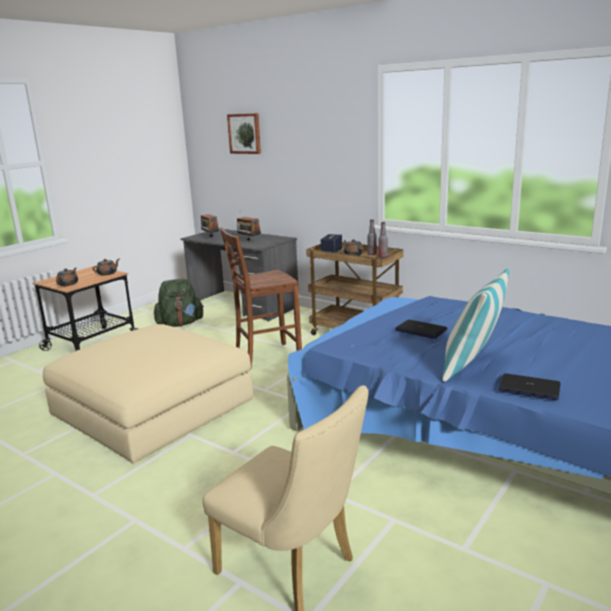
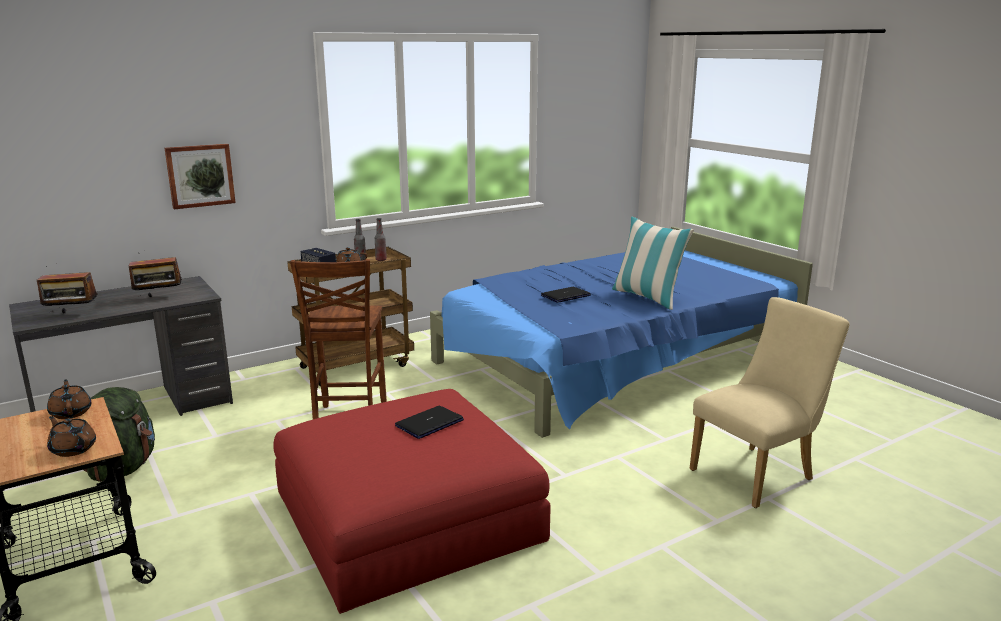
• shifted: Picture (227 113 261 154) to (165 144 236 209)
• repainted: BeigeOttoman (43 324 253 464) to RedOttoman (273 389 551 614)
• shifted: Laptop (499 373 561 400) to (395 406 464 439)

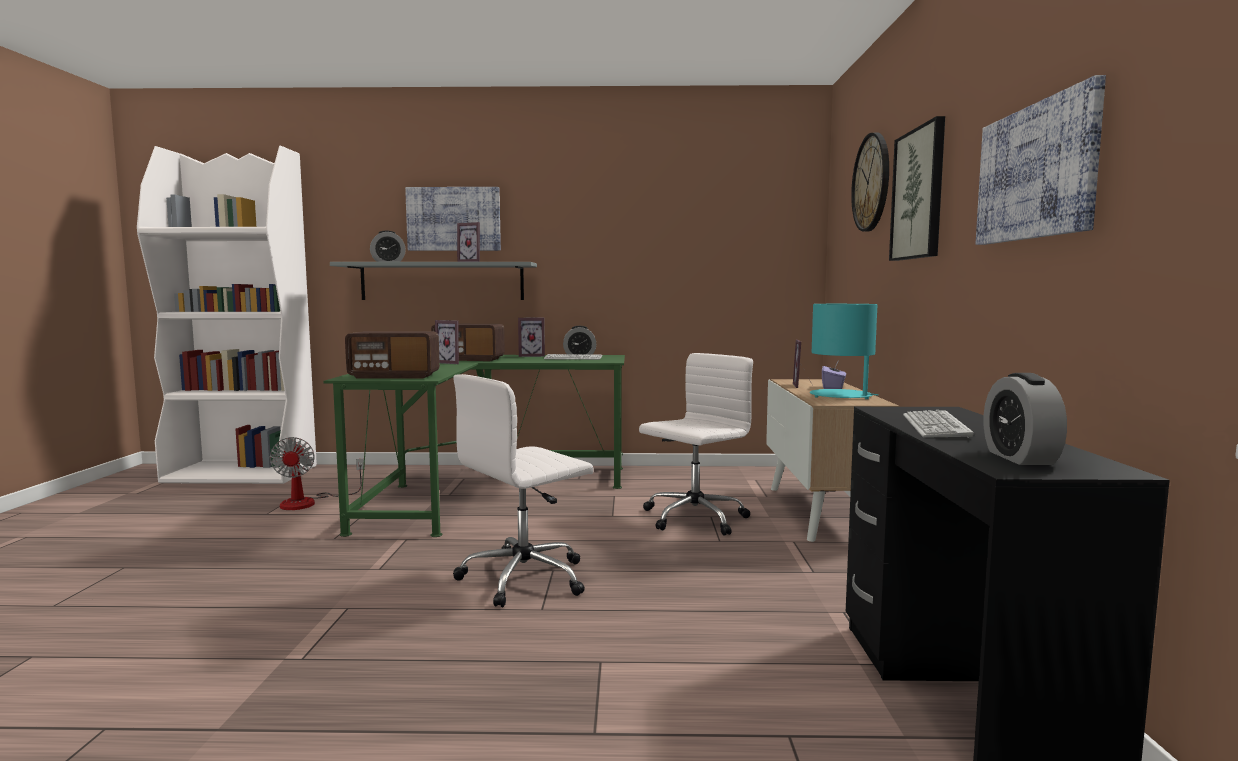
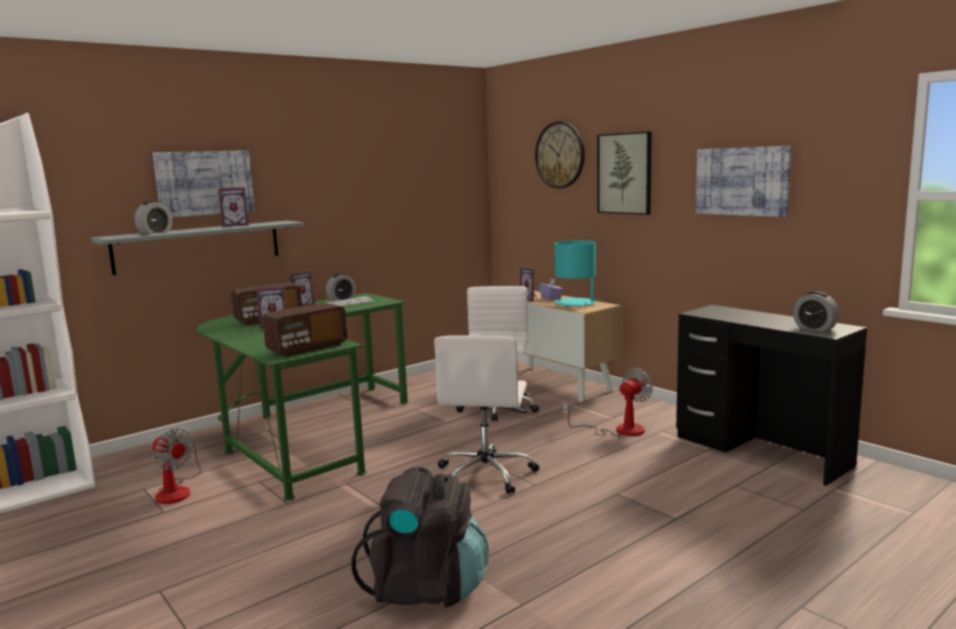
• new: BlackBackpack (351 467 489 607)
• new: Fan (562 368 653 436)
• gone: Keyboard (903 410 974 438)

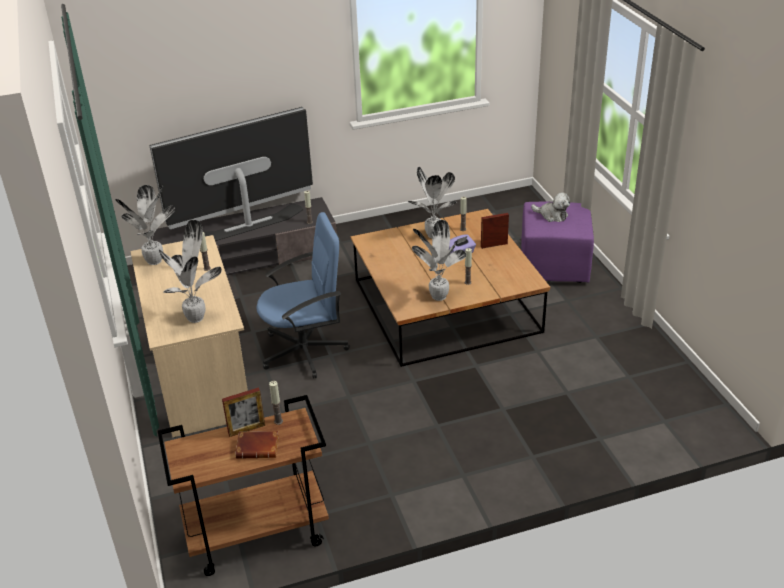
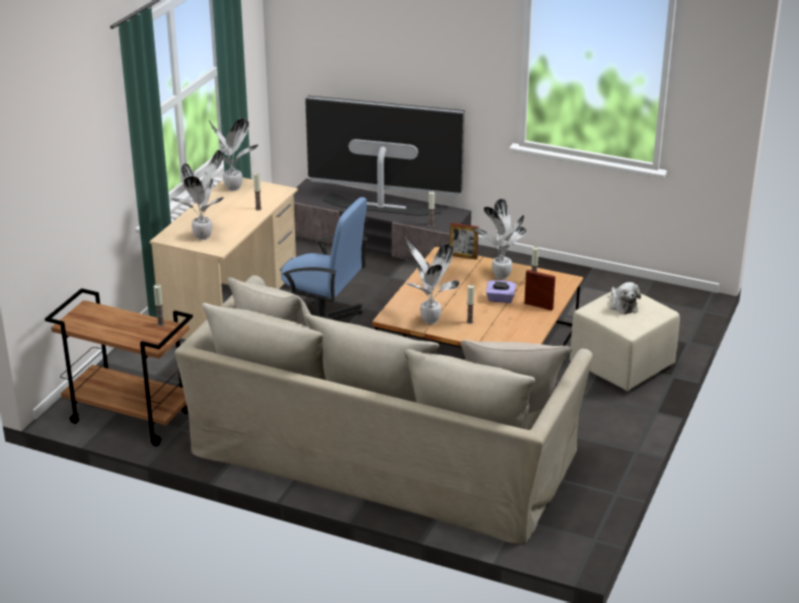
• new: BeigeSofa (175 275 593 544)
• shifted: PictureFrame (222 387 265 437) to (450 223 479 260)
• repainted: PurpleOttoman (521 202 594 283) to BeigeOttoman (570 288 680 392)
• gone: BrownBook (235 431 279 459)

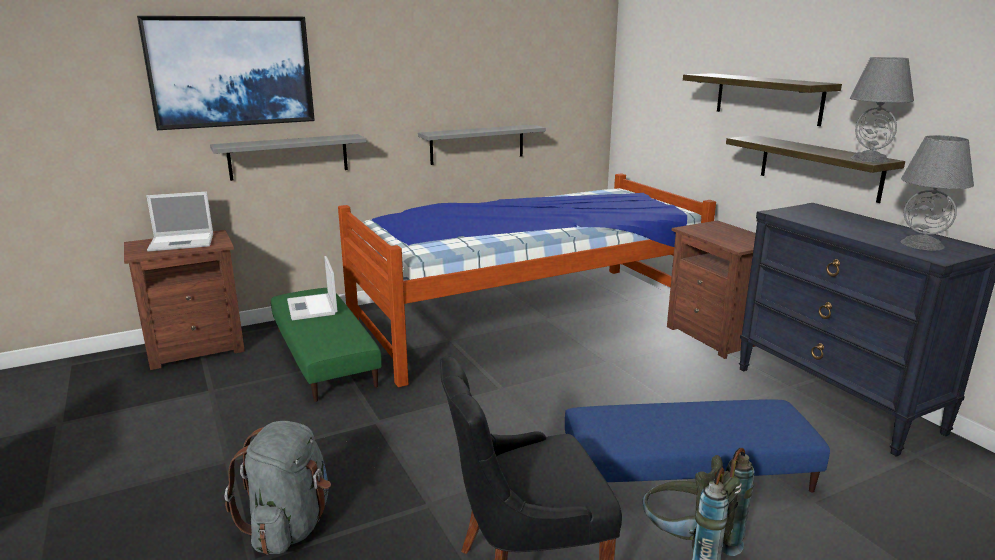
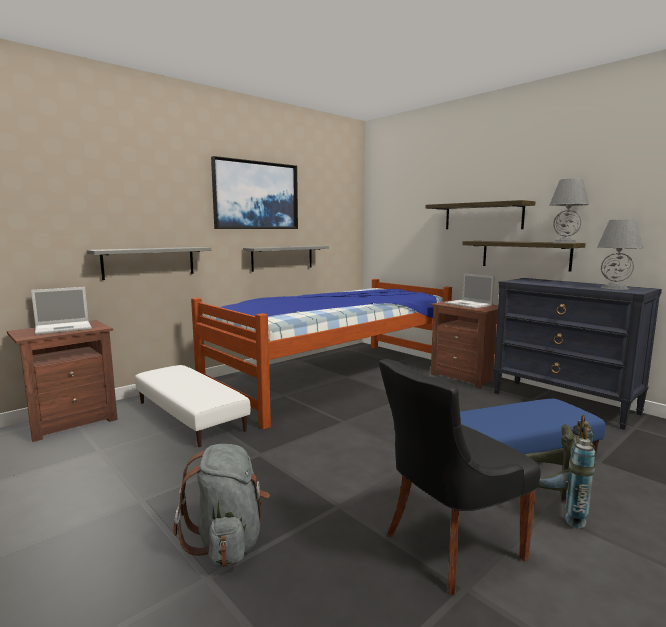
• repainted: GreenOttoman (271 288 382 402) to WhiteOttoman (135 365 250 447)
• shifted: Picture (137 16 315 130) to (211 156 298 229)
• shifted: Laptop (287 256 338 320) to (445 273 495 309)

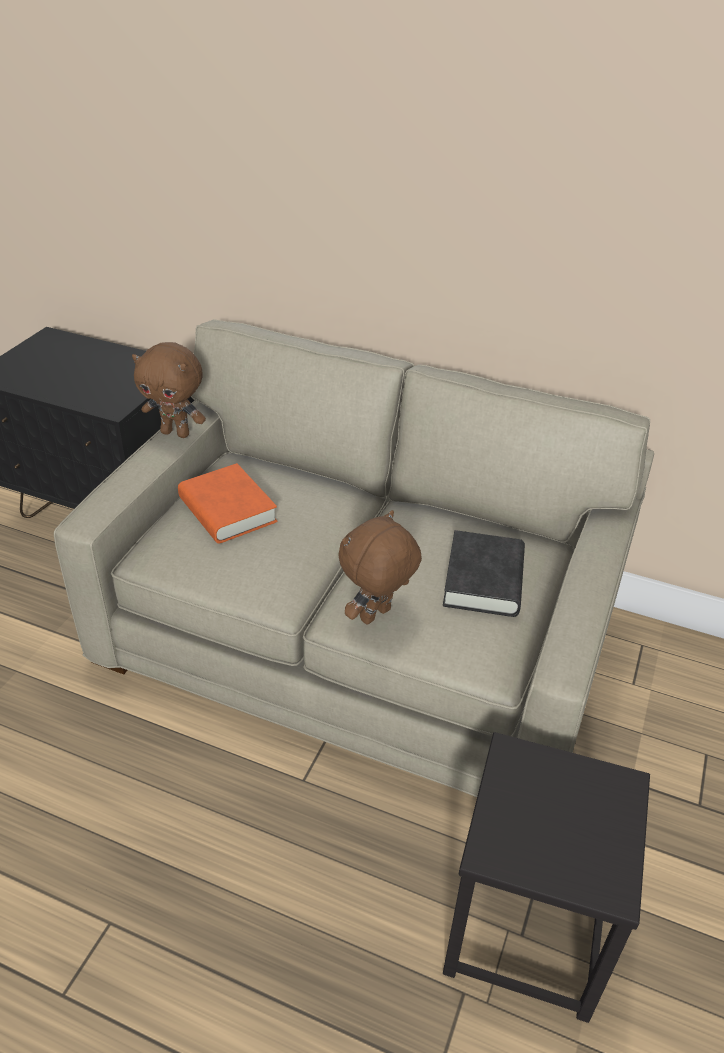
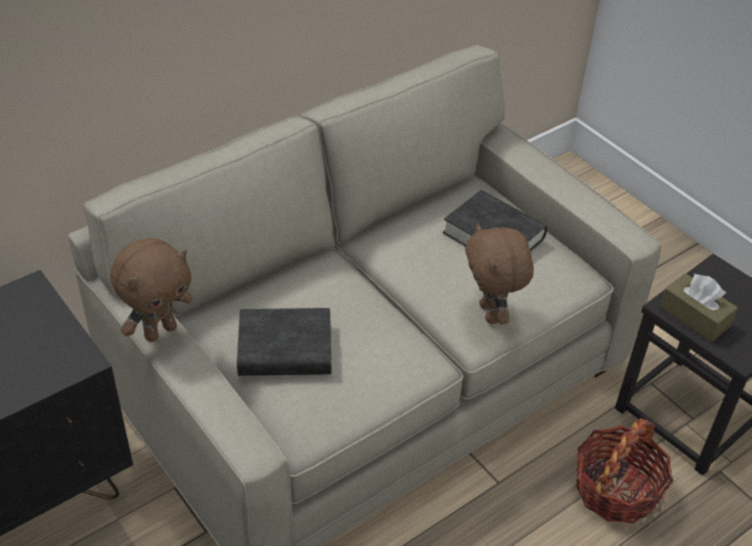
• repainted: OrangeBook (178 463 278 543) to BlackBook (237 308 331 376)
• new: Basket (576 418 673 524)
• new: BrownTissueBox (660 273 738 342)

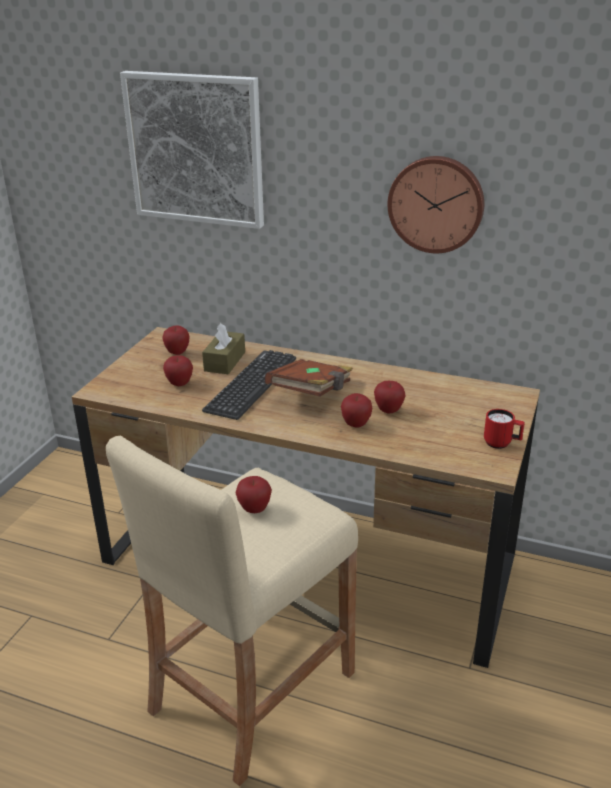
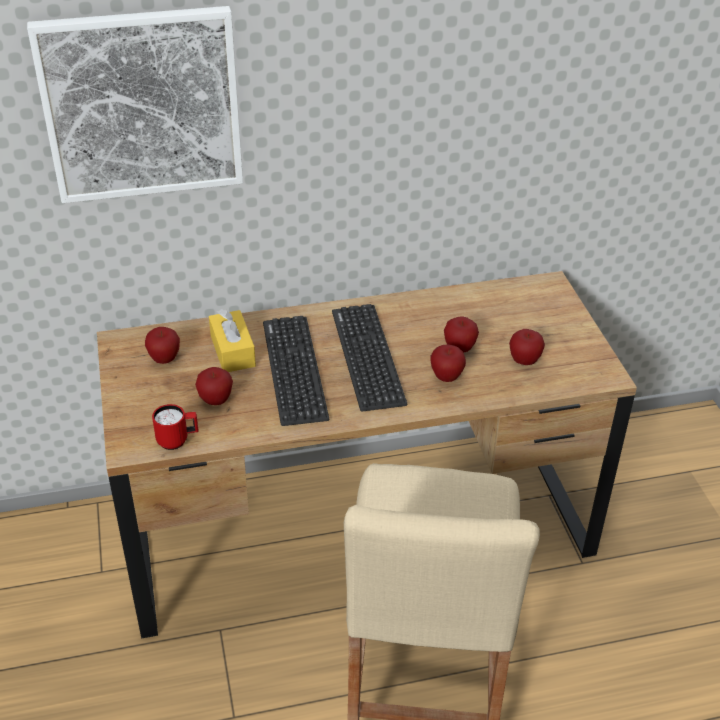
• shifted: RedMug (484 409 525 449) to (152 404 198 450)
• repainted: BrownTissueBox (202 323 245 374) to YellowTissueBox (209 309 256 372)
• swapped: BrownBook (265 359 353 397) to Keyboard (332 304 407 411)
• shifted: Apple (235 476 272 513) to (509 329 545 365)
• gone: WallClock (388 156 484 254)

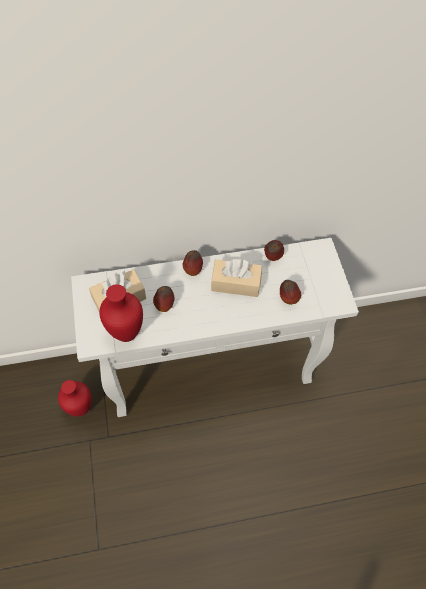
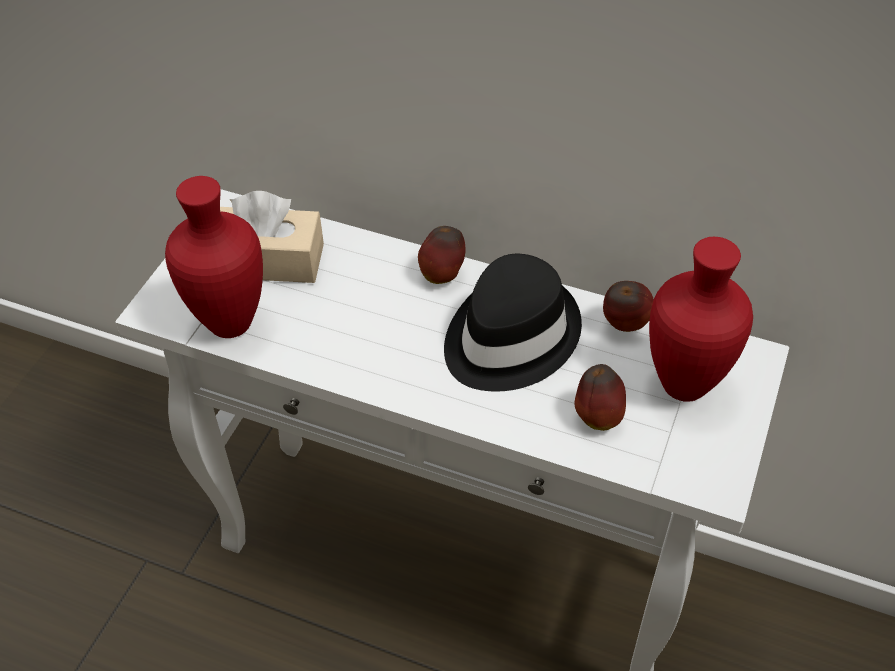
• swapped: BeigeTissueBox (211 259 262 297) to BlackHat (444 254 582 391)
• shifted: RedVase (58 380 92 417) to (649 237 753 402)
• gone: Apple (153 286 174 312)

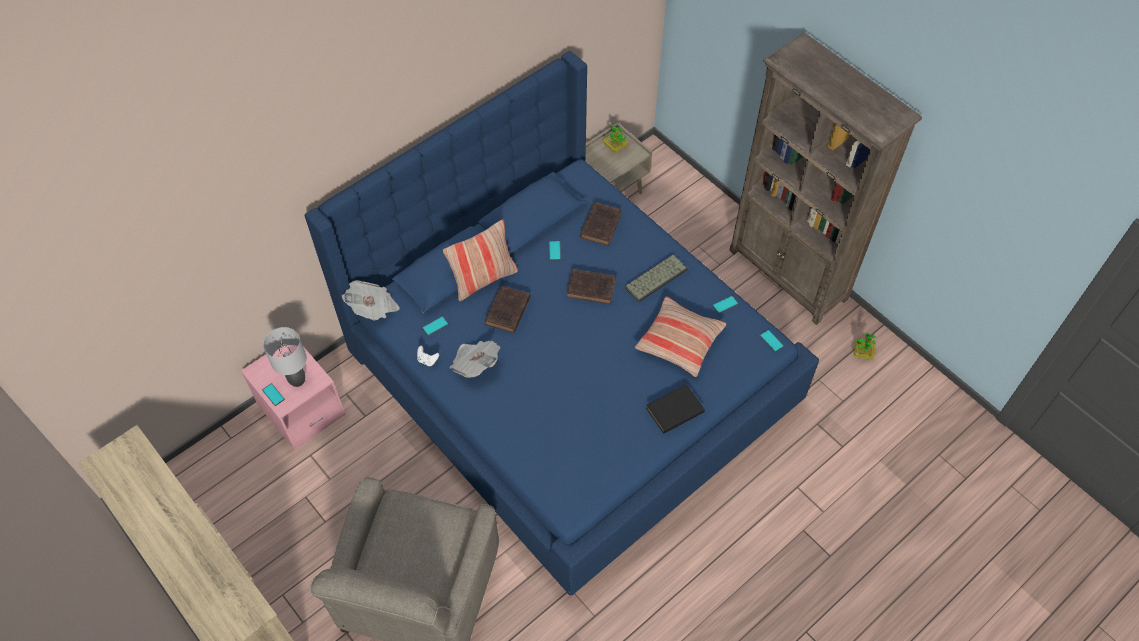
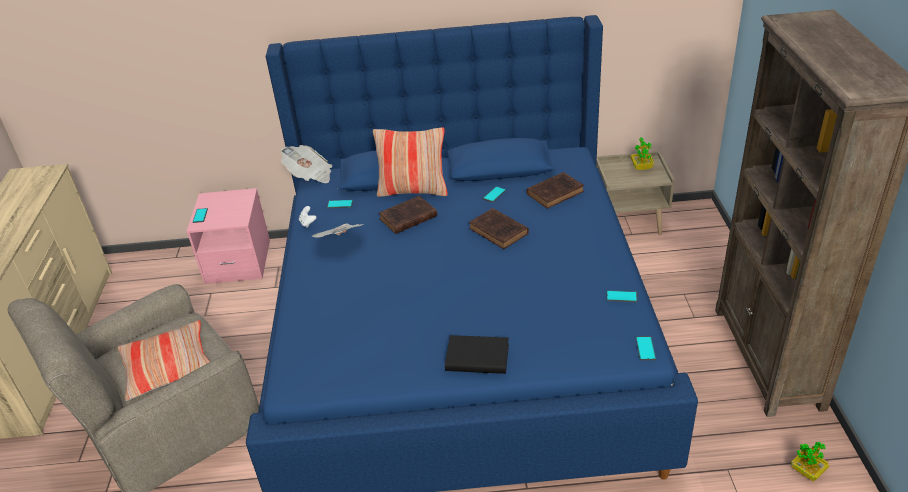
• shifted: Pillow (635 296 726 377) to (117 320 210 401)
• gone: GreyTableLamp (263 327 307 387)
• gone: Keyboard (624 254 688 302)

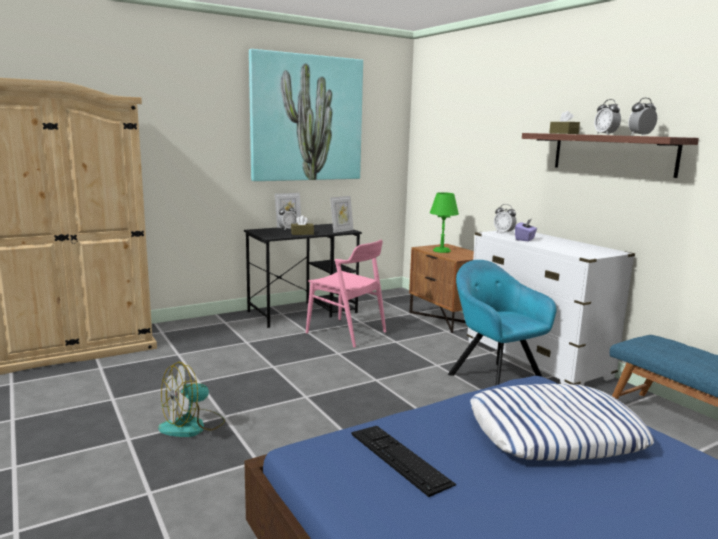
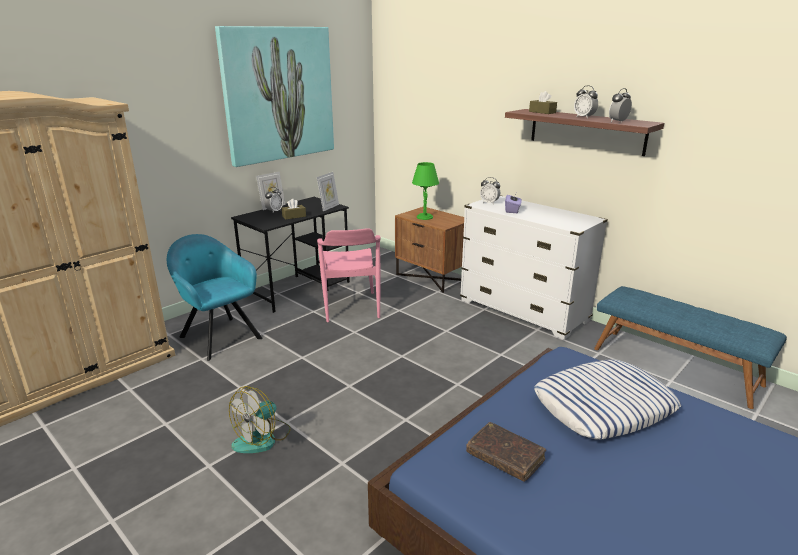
• shifted: TurquoiseArmchair (448 260 557 386) to (167 234 263 361)
• rotated: PinkChair (306 240 386 348) = (317 228 381 322) 60 degrees clockwise
• swapped: Keyboard (351 426 456 497) to BrownBook (466 422 546 482)

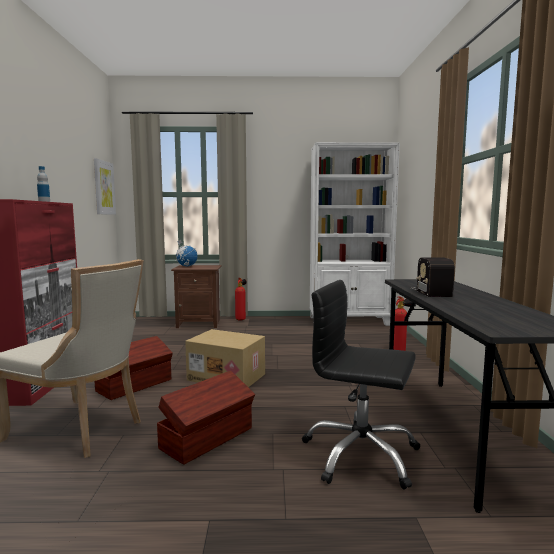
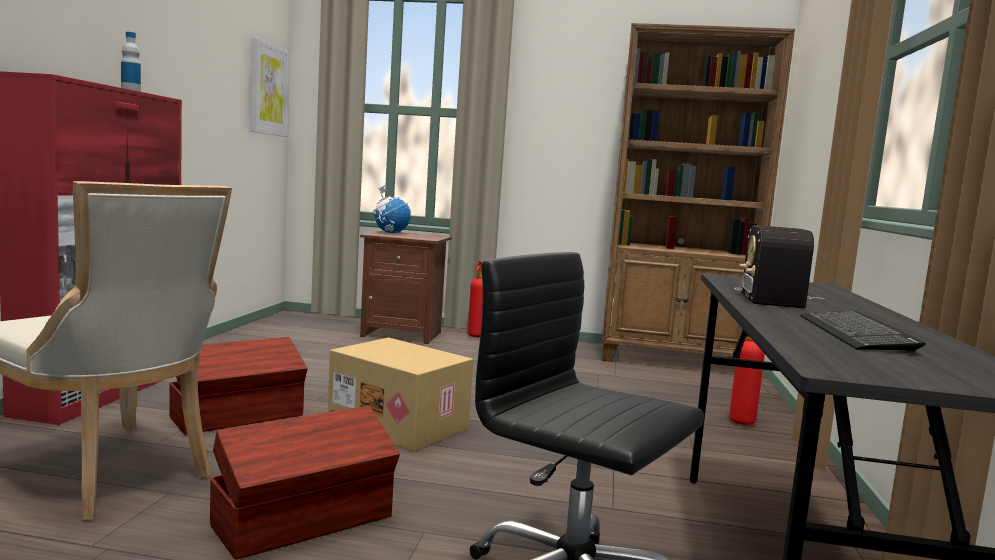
• repainted: WhiteBookcase (310 142 400 326) to BrownBookcase (602 23 795 362)
• new: Keyboard (801 311 926 354)

